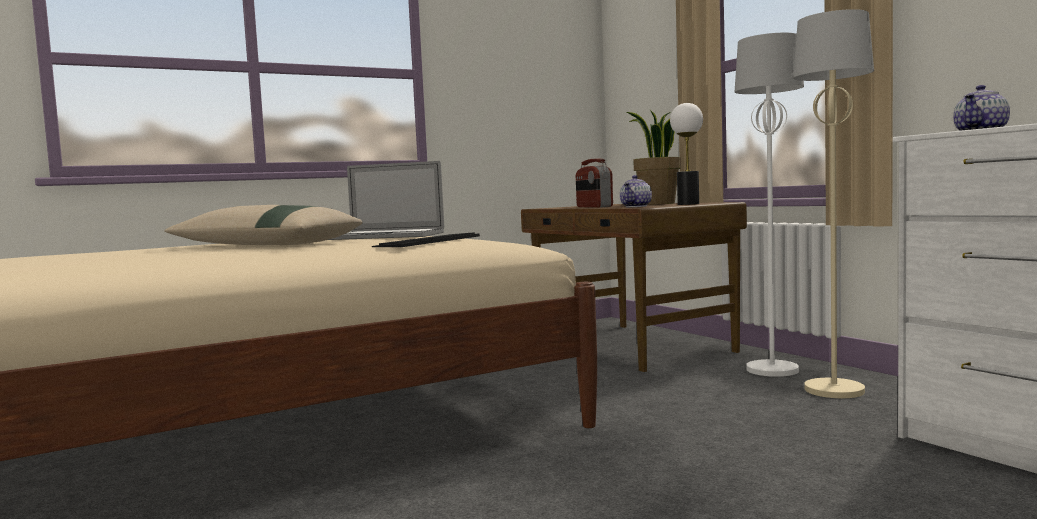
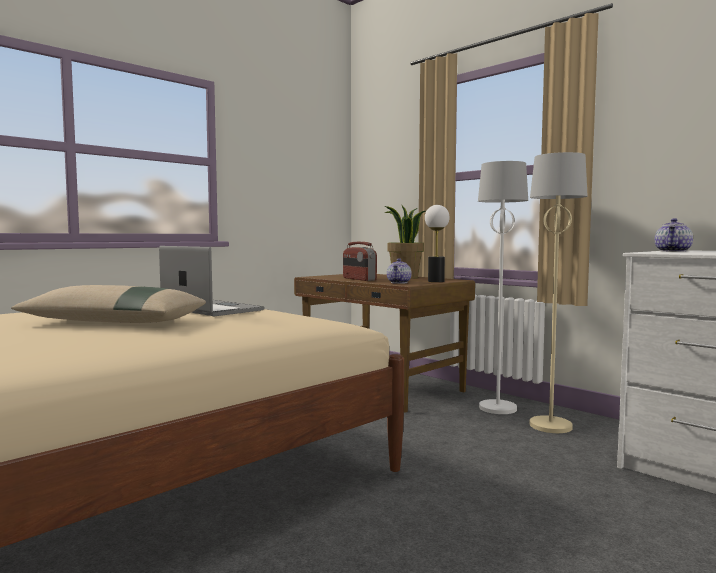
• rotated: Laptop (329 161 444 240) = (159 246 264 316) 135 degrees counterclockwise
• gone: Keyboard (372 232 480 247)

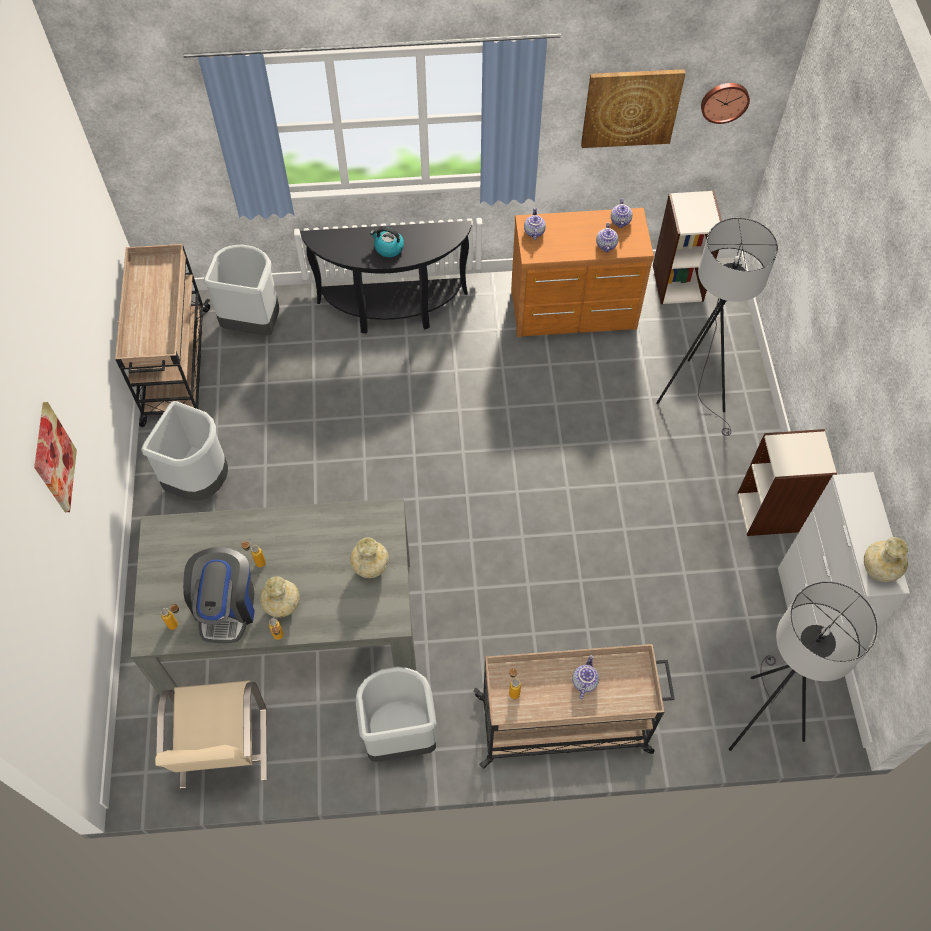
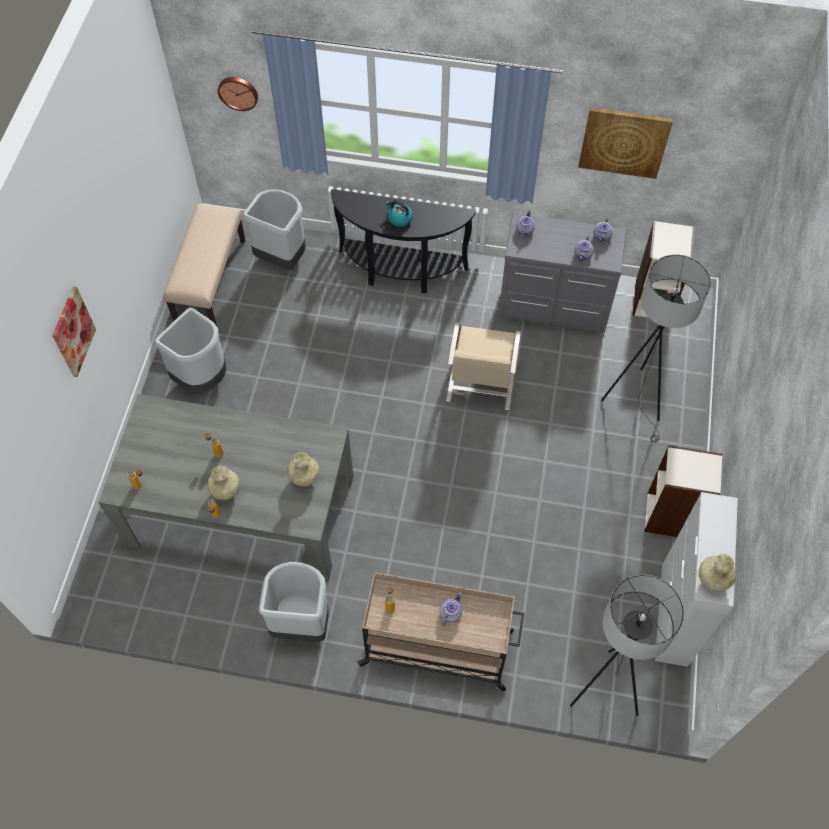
• swapped: BeigeCart (115 244 210 427) to BeigeBench (163 204 245 326)
• shifted: WallClock (701 83 750 124) to (218 77 258 111)
• shifted: BeigeChair (155 680 267 788) to (446 323 521 410)
• repainted: BrownDresser (511 208 654 337) to GreyDresser (498 213 626 333)
• gone: CoffeeMachine (183 547 255 643)

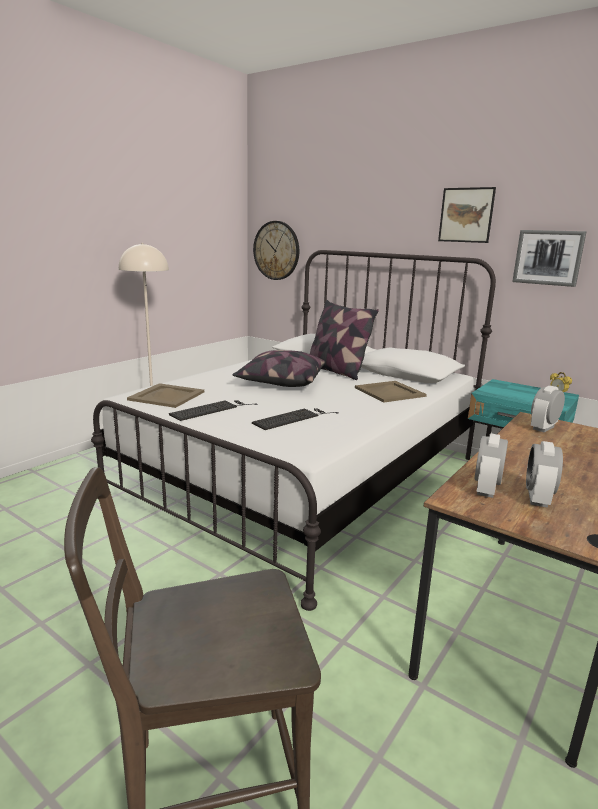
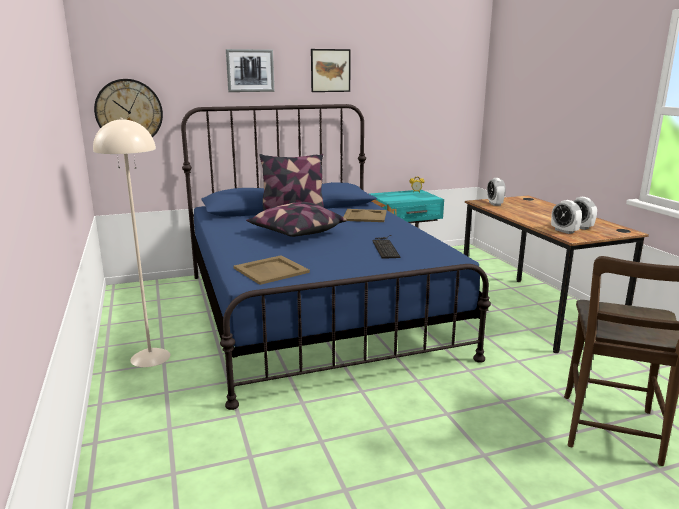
• repainted: WhiteBed (91 250 496 611) to BlueBed (181 104 491 410)
• shifted: Picture (512 230 587 287) to (226 49 274 92)
• gone: Keyboard (169 400 258 421)

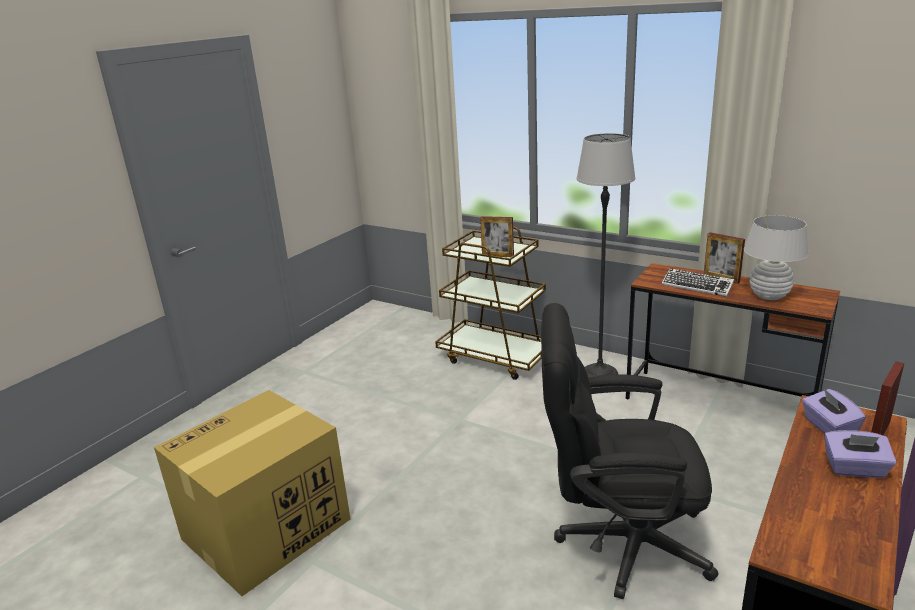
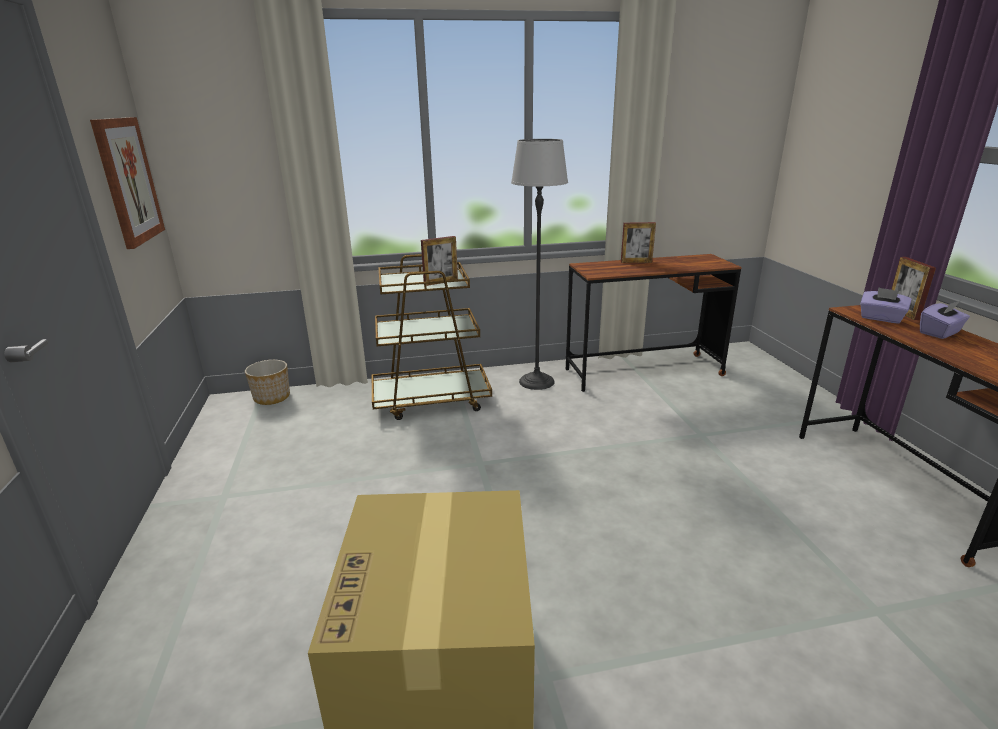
• new: Picture (90 117 165 249)
• new: Planter (245 360 290 405)
• gone: BlackOfficeChair (541 303 719 599)
• gone: Keyboard (662 268 734 297)
• gone: WhiteTableLamp (744 215 809 300)

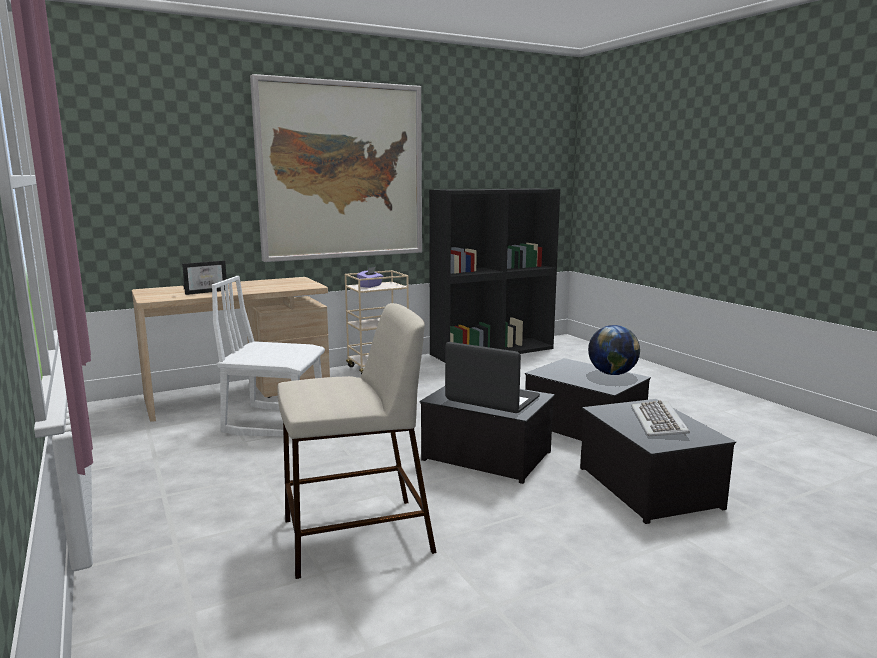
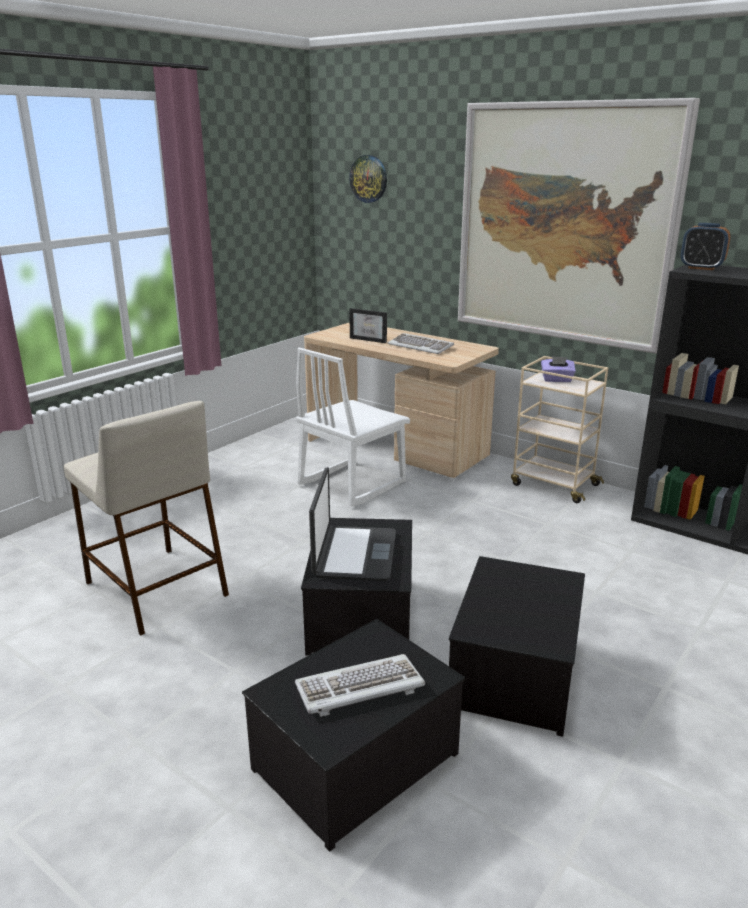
• rotated: WhiteChair (212 276 325 437) = (296 347 410 507) 120 degrees counterclockwise
• new: WallClock (349 155 387 203)
• new: Keyboard (387 333 454 354)
• new: AlarmClock (681 223 730 270)
• gone: Globe (588 325 640 375)

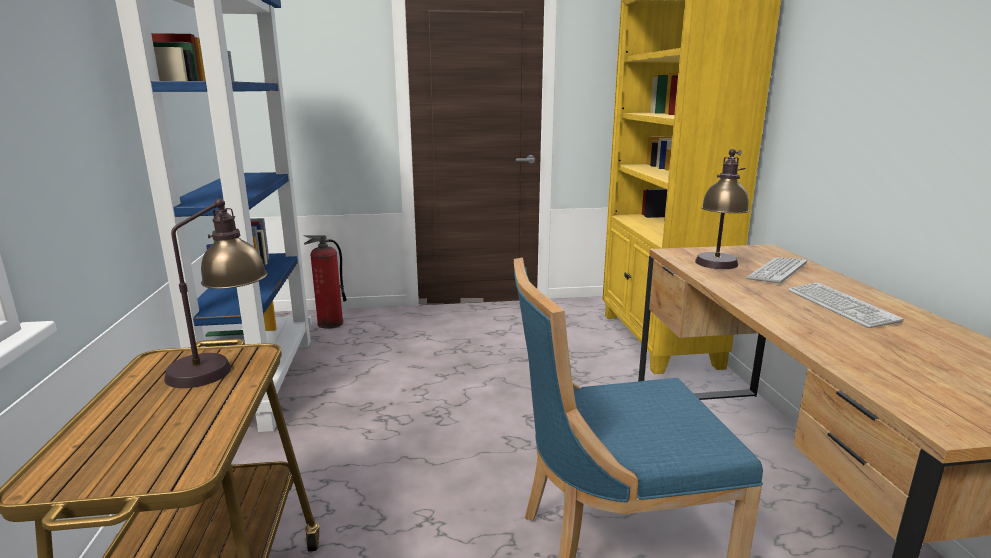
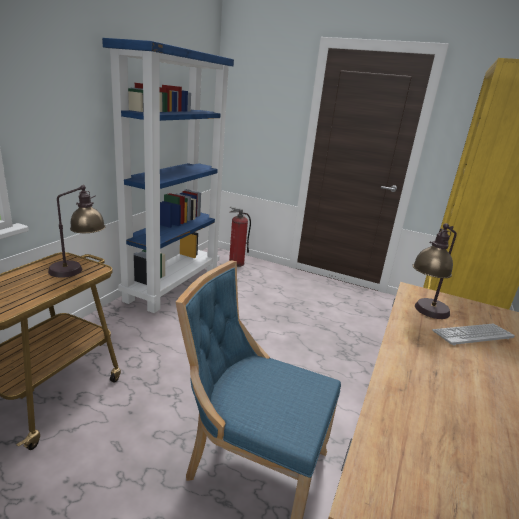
• gone: Keyboard (788 283 904 328)

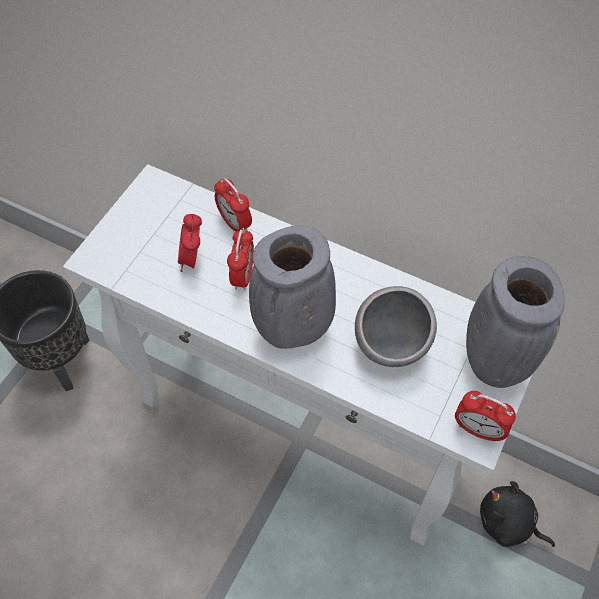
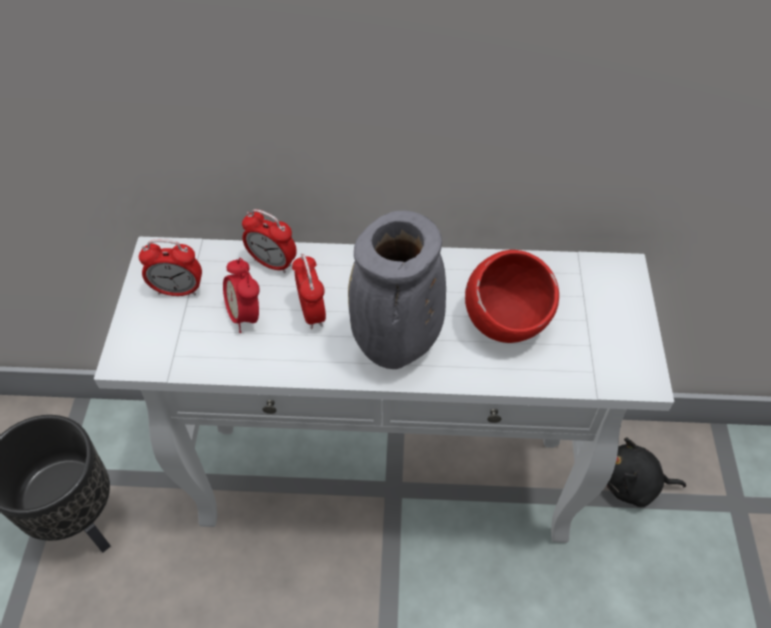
• shifted: AlarmClock (455 391 516 442) to (139 239 202 296)
• repainted: GreyBowl (355 286 437 367) to RedBowl (465 250 559 343)
• gone: GreyVase (466 256 565 388)

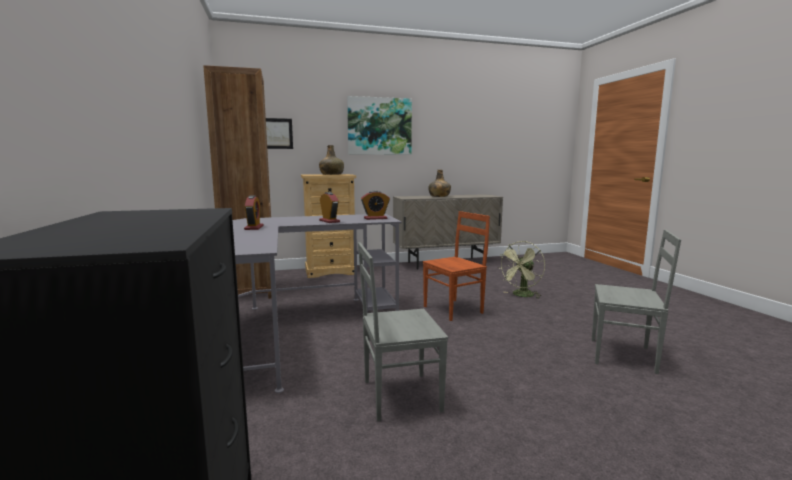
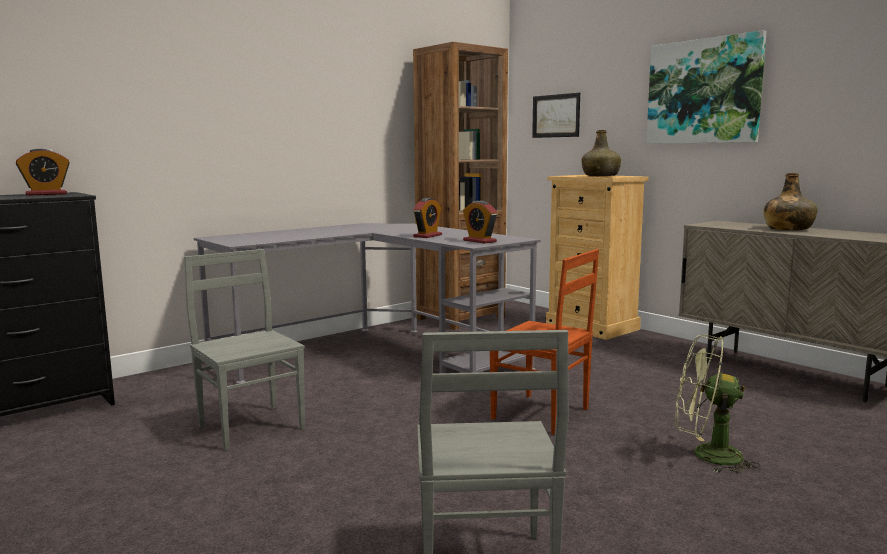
• shifted: AlarmClock (244 195 263 230) to (15 148 70 196)

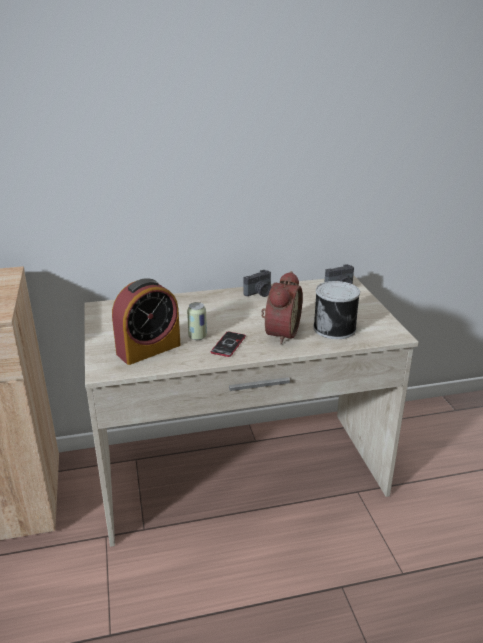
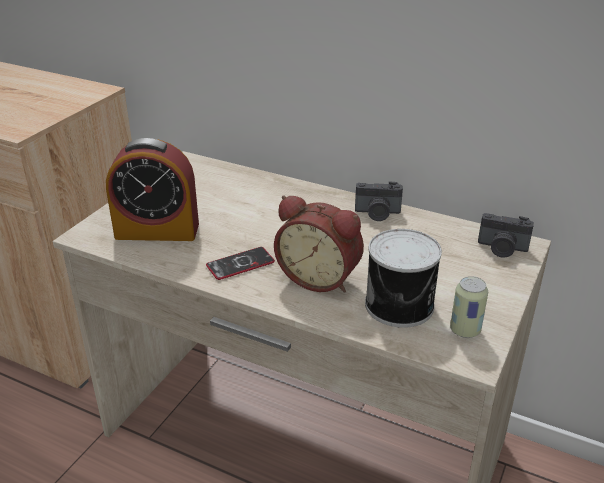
• rotated: AlarmClock (261 271 303 344) = (274 195 364 293) 60 degrees clockwise
• shifted: Can (187 302 207 340) to (450 276 488 338)

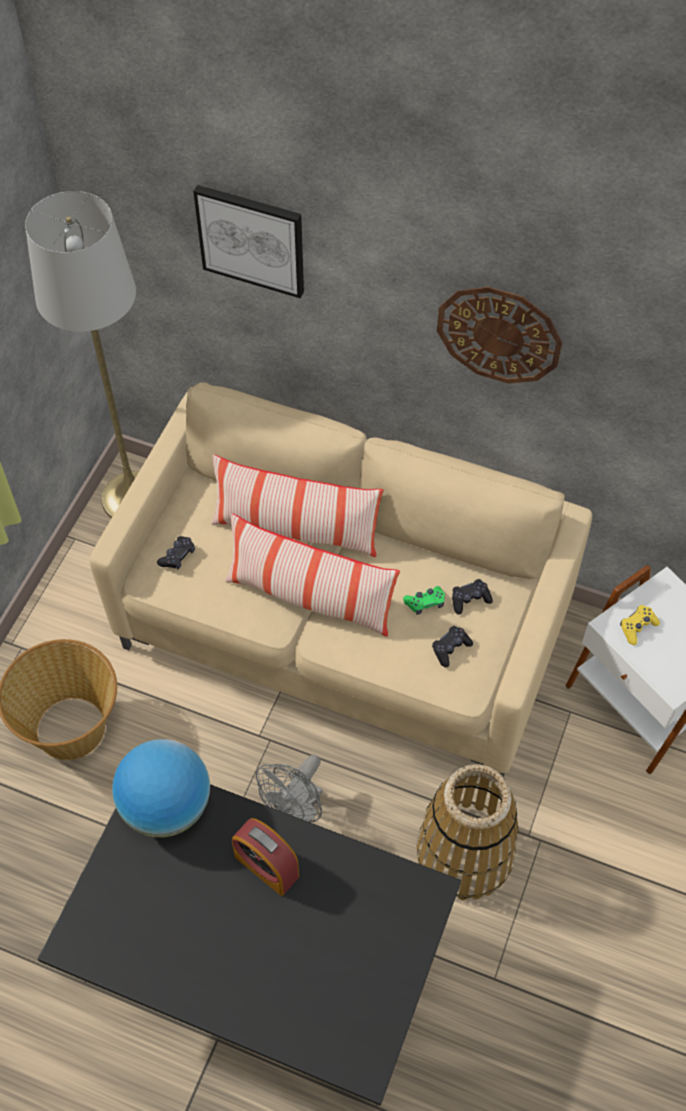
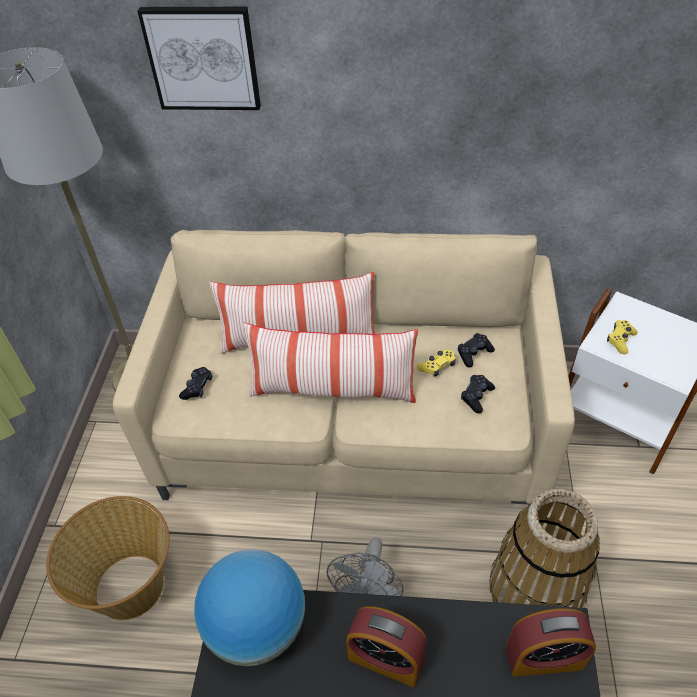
• repainted: GreenGameController (403 586 445 615) to YellowGameController (417 349 456 377)
• new: AlarmClock (506 608 596 677)
• gone: WallClock (437 286 563 383)

